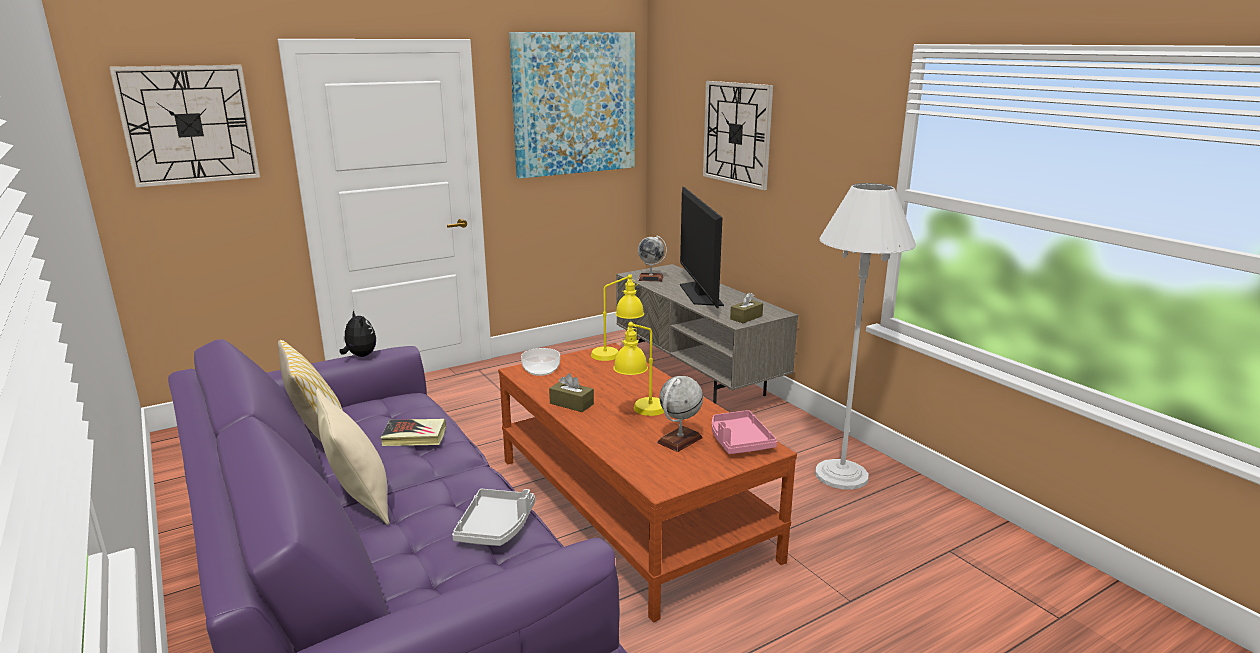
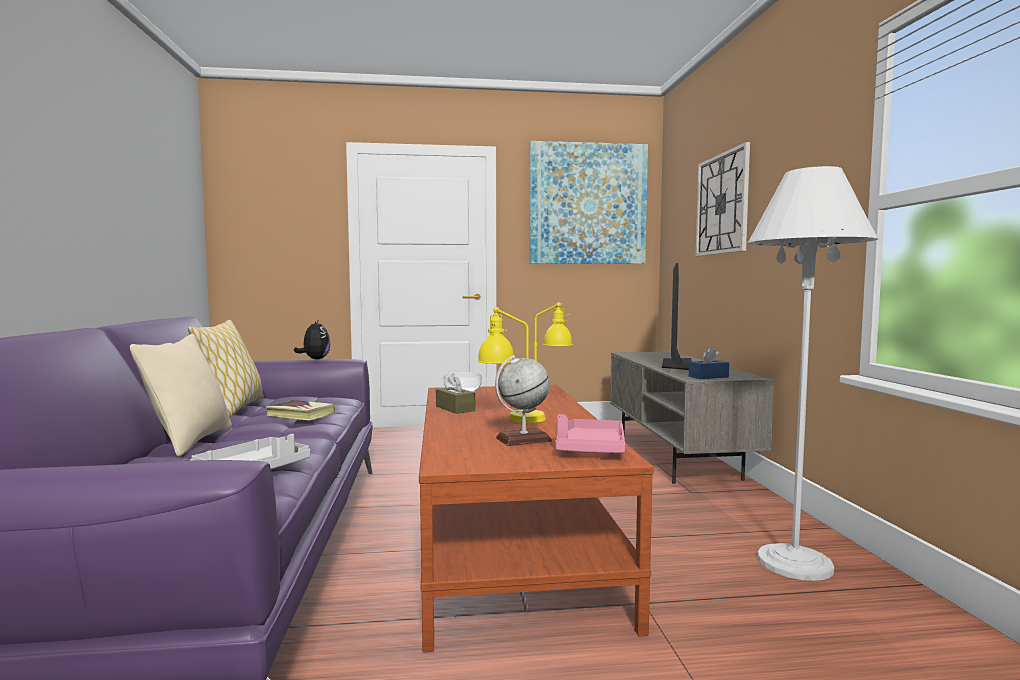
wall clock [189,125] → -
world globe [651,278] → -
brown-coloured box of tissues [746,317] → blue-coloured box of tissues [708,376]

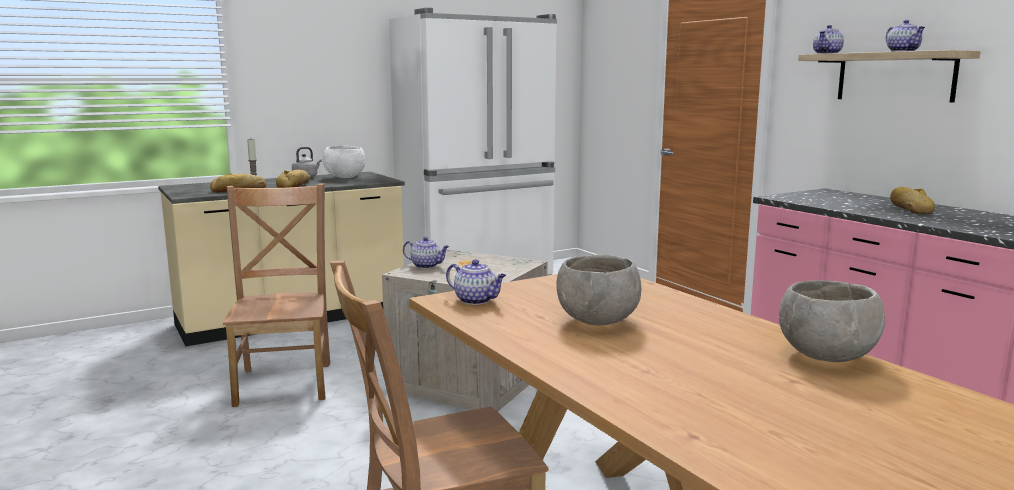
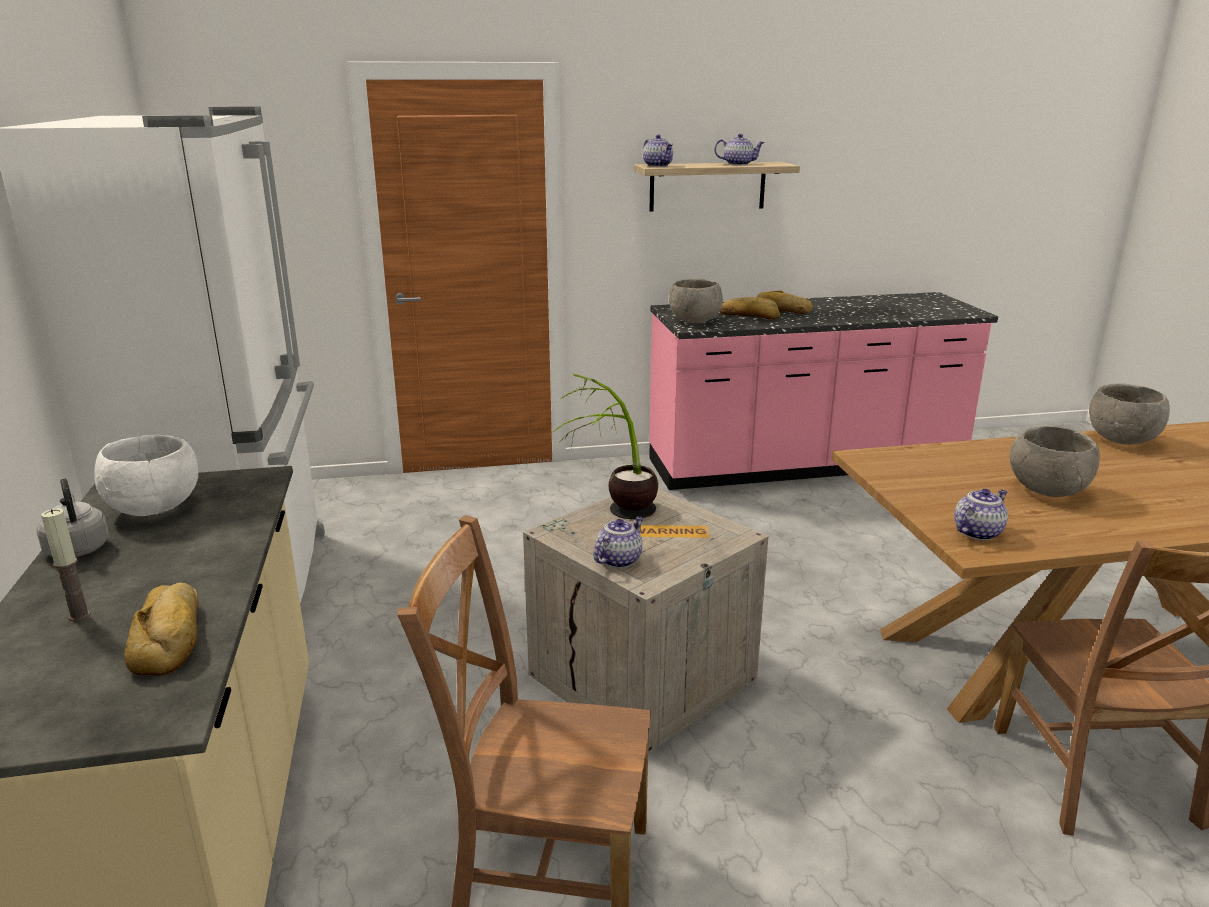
bread [295,185] → bread [749,315], relocated
- → plant in a pot [614,518]
- → greyish deep dish [695,321]

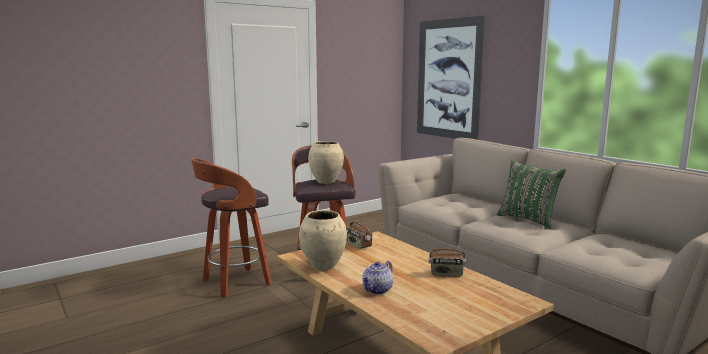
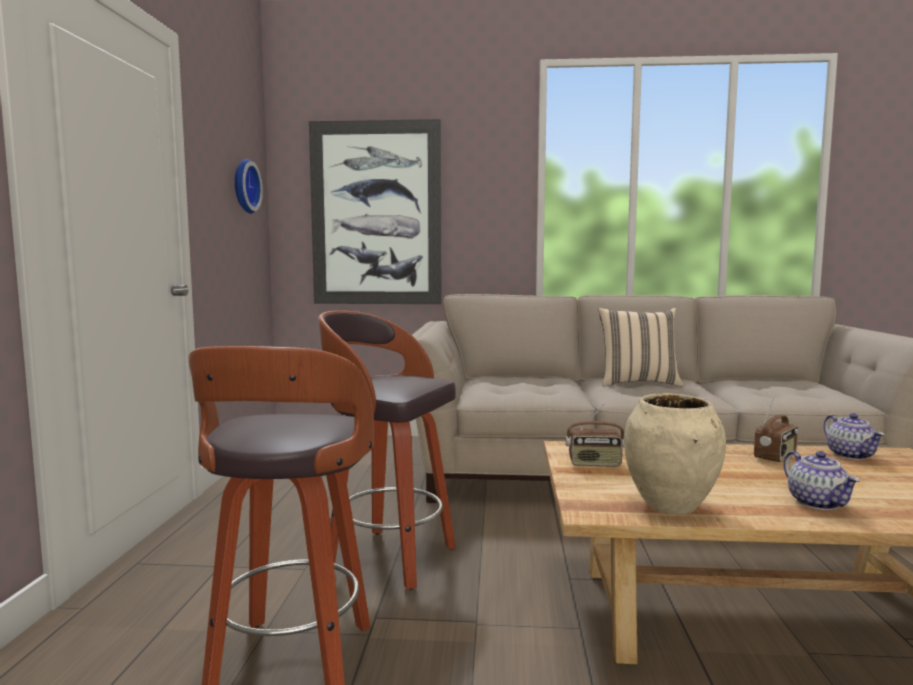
beige vase [325,182] → -
green-coloured cushion [528,219] → beige cushion [637,383]
- → wall clock [243,186]
- → tea pot [851,455]

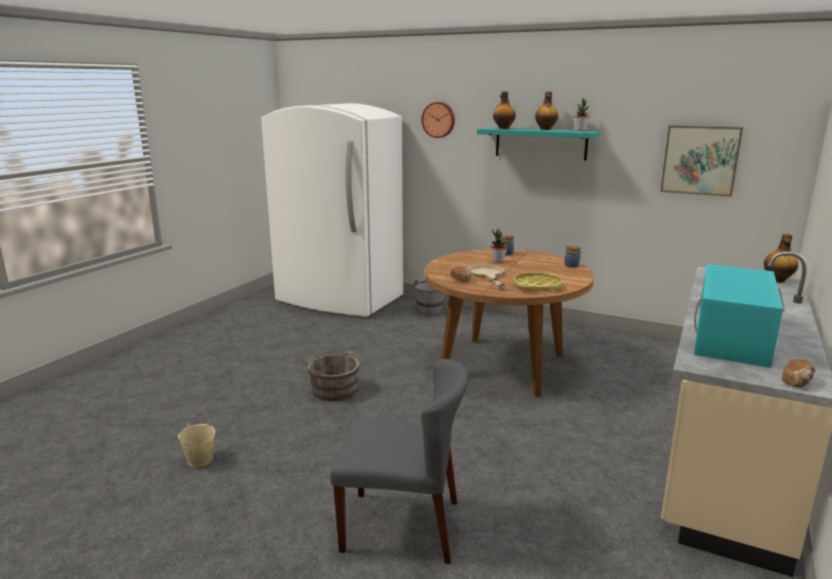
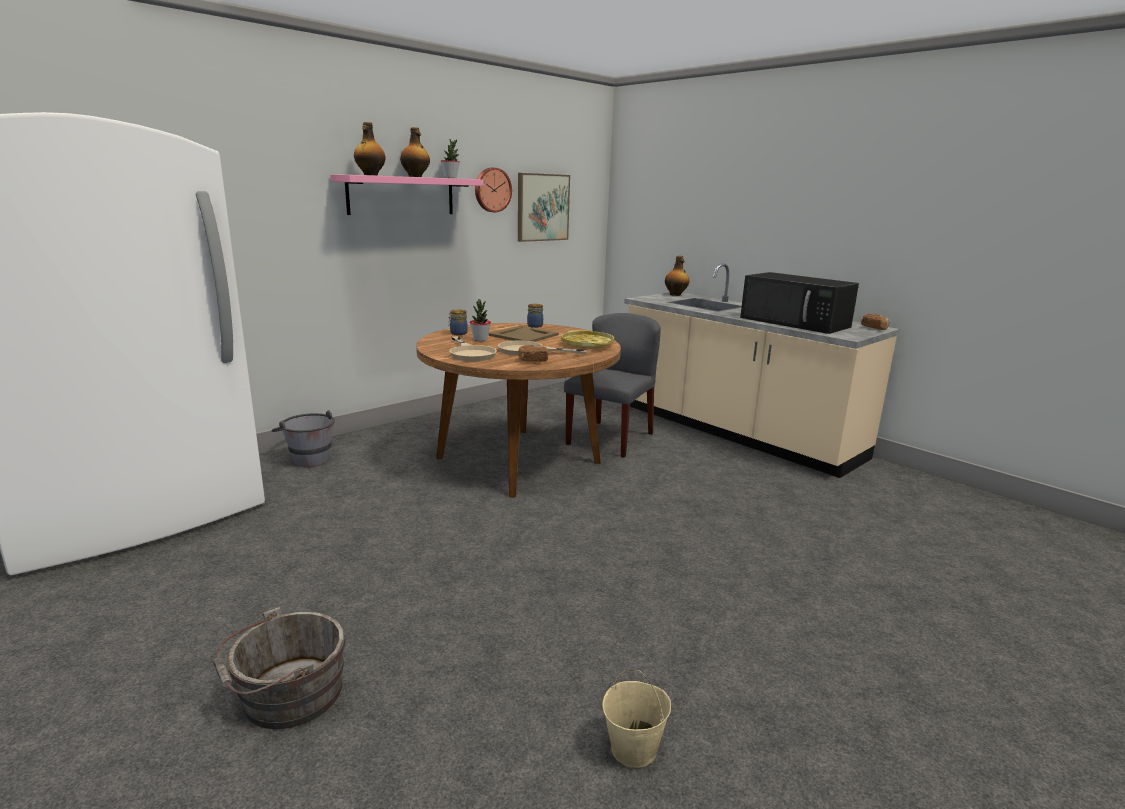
greyish bucket [332,389] → greyish bucket [287,696], relocated
greyish chair [402,526] → greyish chair [610,438], relocated
wall clock [438,120] → wall clock [492,190], relocated
turquoise shelf [540,143] → pink shelf [401,195]
turquoise microwave [731,338] → blackish microwave [796,322]
- → beige frying pan [470,353]
- → beige serving tray [524,335]

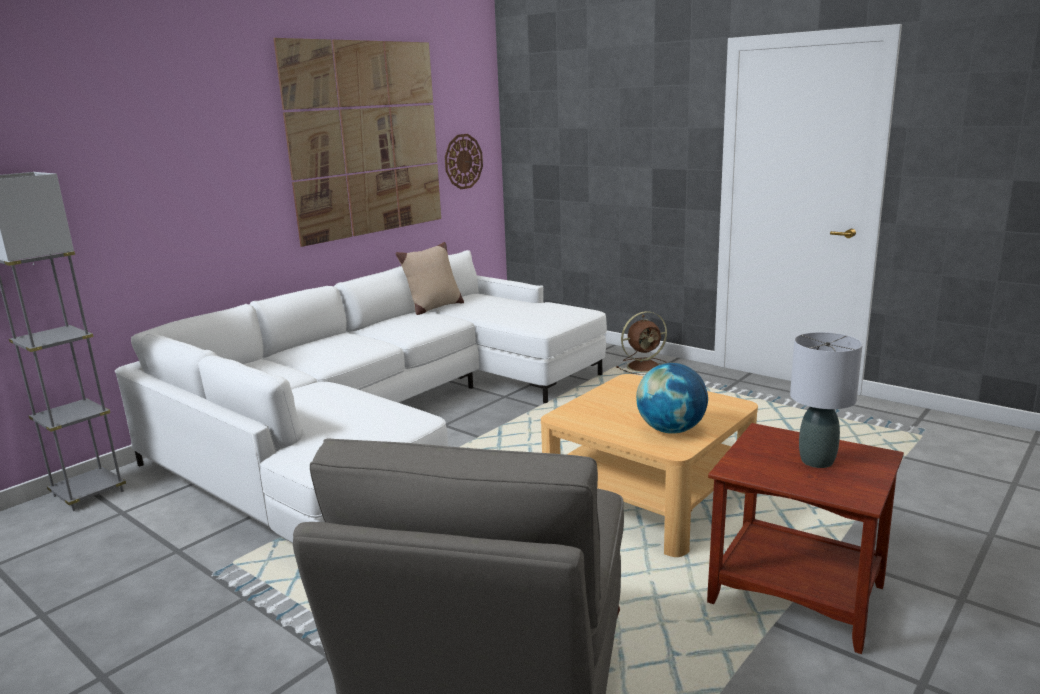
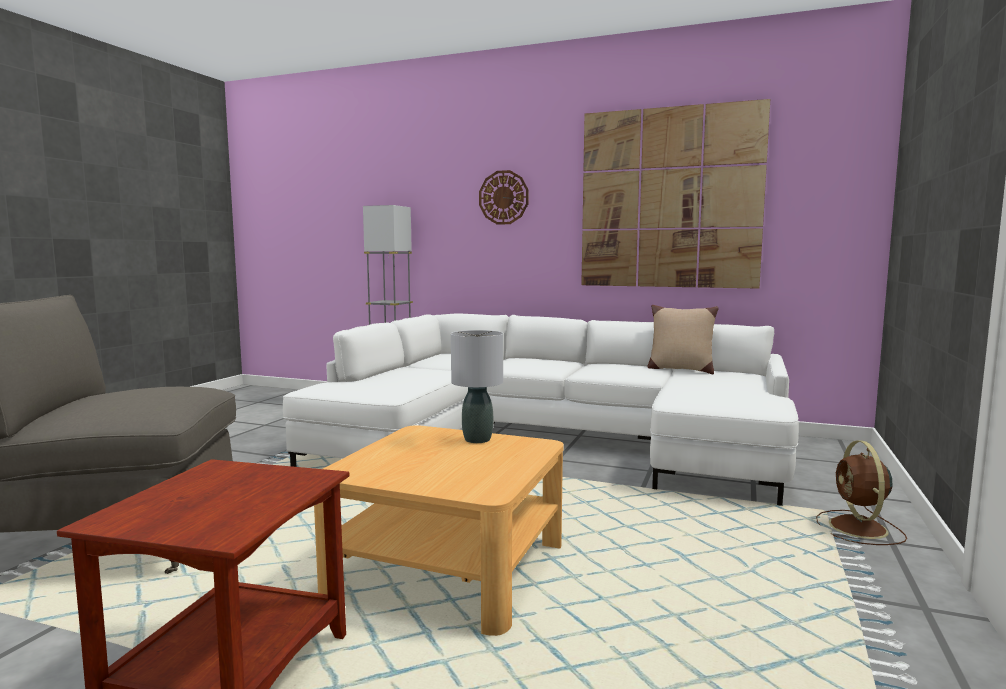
wall clock [463,161] → wall clock [503,197], relocated
brown-coloured cooling fan [645,366] → brown-coloured cooling fan [859,528], 45 degrees clockwise
world globe [671,430] → -
greyish table lamp [816,461] → greyish table lamp [477,439], relocated

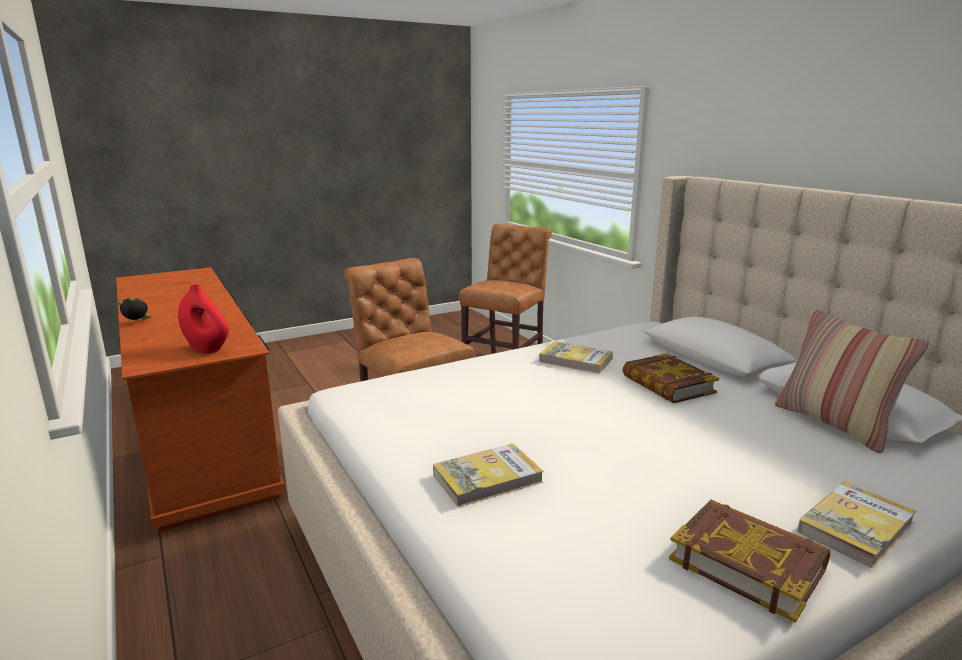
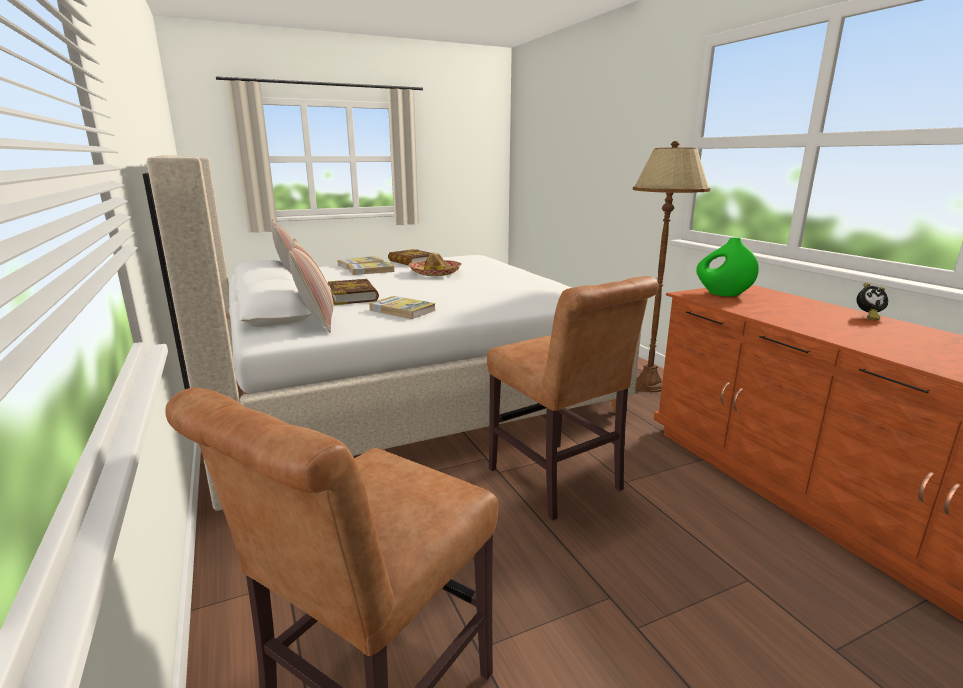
red-coloured vase [207,349] → green-coloured vase [722,294]
book [487,478] → book [371,270], relocated
- → cushion [316,322]
- → hat [435,273]
- → brown-coloured standard lamp [648,385]

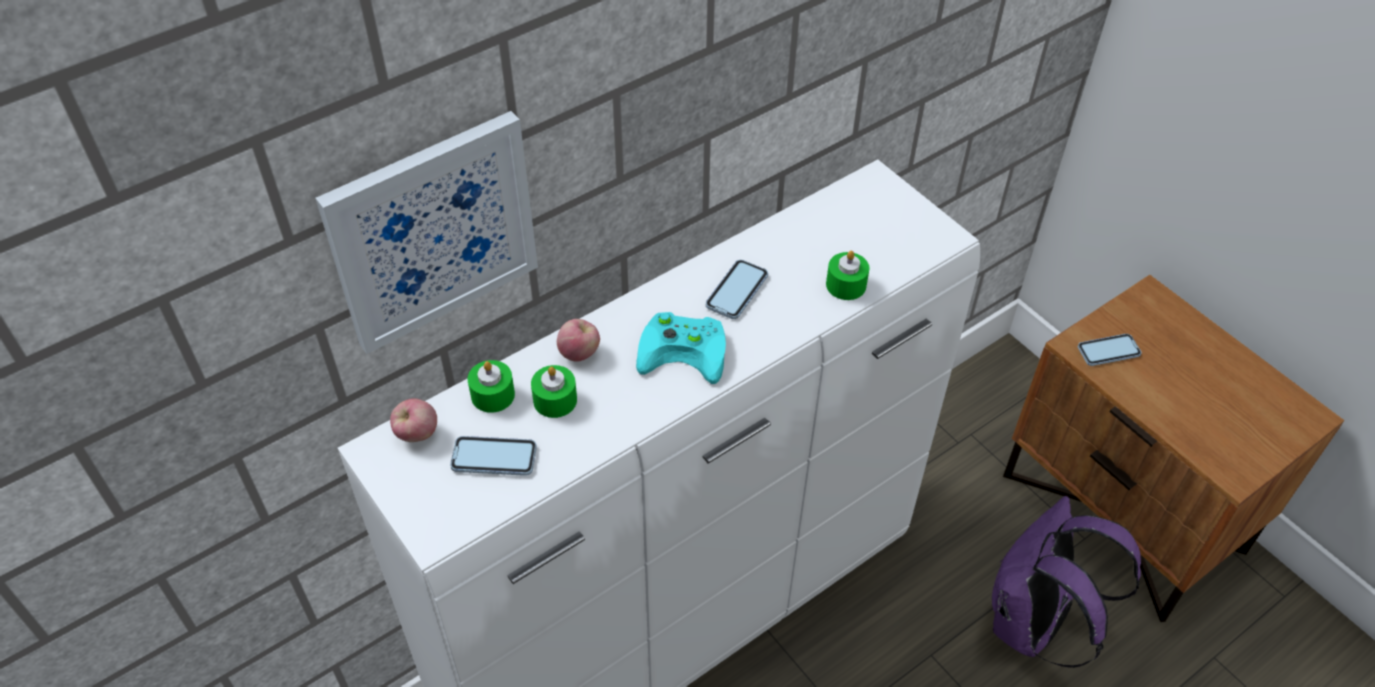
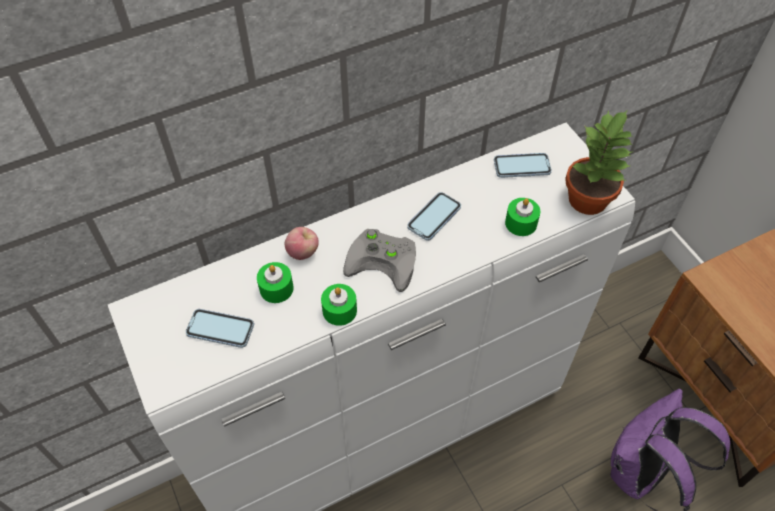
picture [433,231] → -
apple [417,434] → -
green-coloured candle [493,395] → green-coloured candle [339,310], relocated
turquoise game controller [686,350] → greyish game controller [385,261]
telephone [1108,351] → telephone [522,167], relocated
- → plant in a pot [589,200]

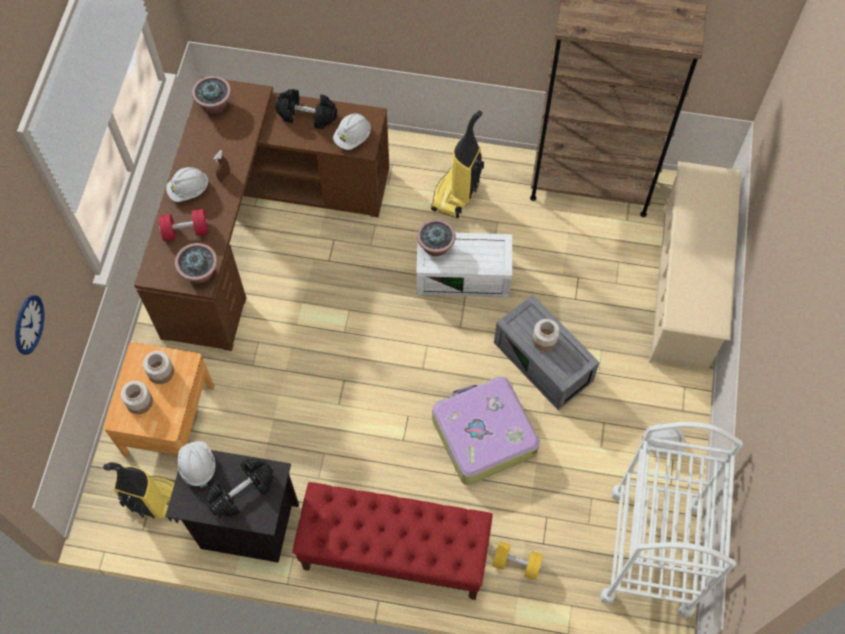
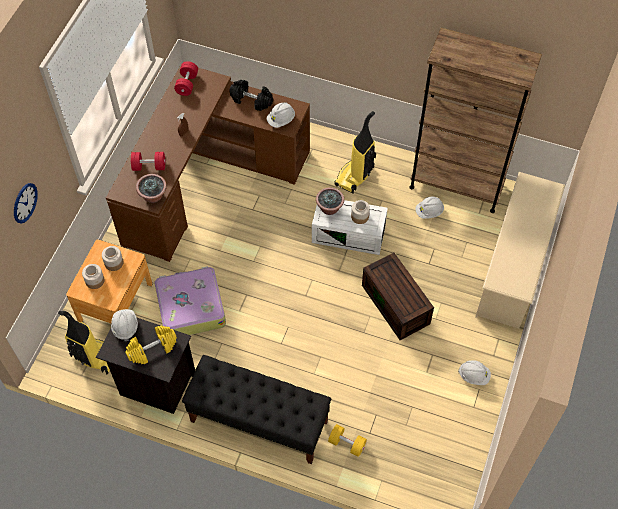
white-coloured hard hat [189,190] → white-coloured hard hat [429,212], relocated
plant in a pot [215,105] → red-coloured free weight [187,84]
blackish free weight [241,492] → yellowish free weight [152,349]
red-coloured indoor bench [394,553] → blackish indoor bench [258,421]
travel case [482,435] → travel case [190,307], relocated
greyish storage box [545,362] → brown-coloured storage box [397,305]
preserve jar [544,339] → preserve jar [359,216], relocated
white-coloured trolley [651,551] → -

